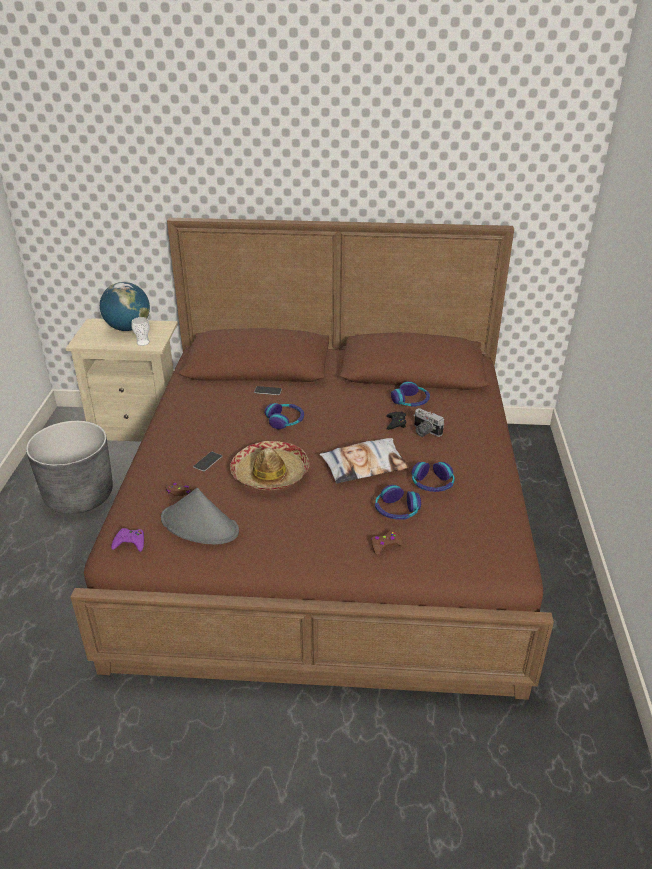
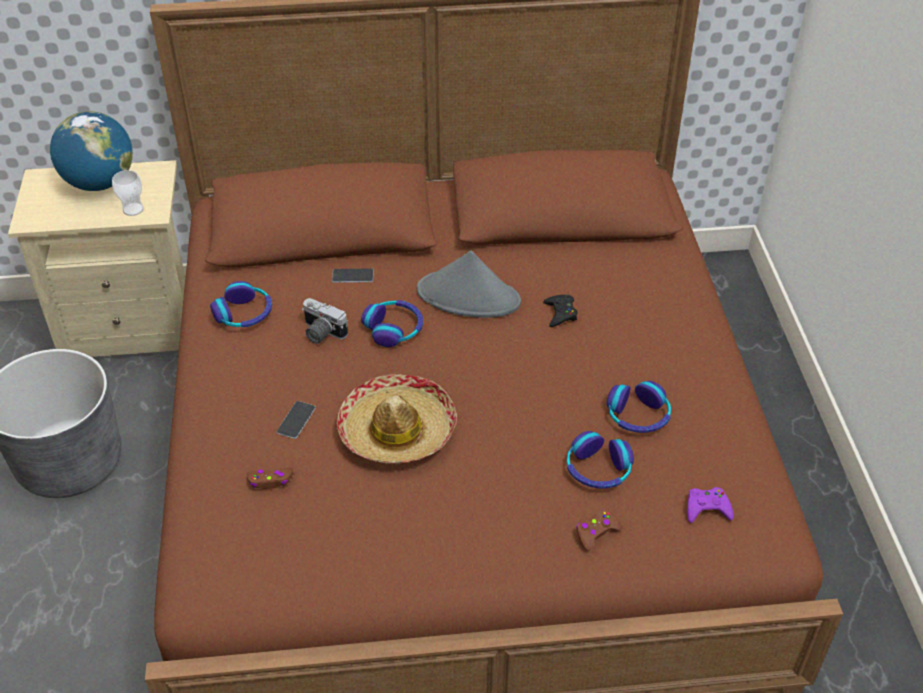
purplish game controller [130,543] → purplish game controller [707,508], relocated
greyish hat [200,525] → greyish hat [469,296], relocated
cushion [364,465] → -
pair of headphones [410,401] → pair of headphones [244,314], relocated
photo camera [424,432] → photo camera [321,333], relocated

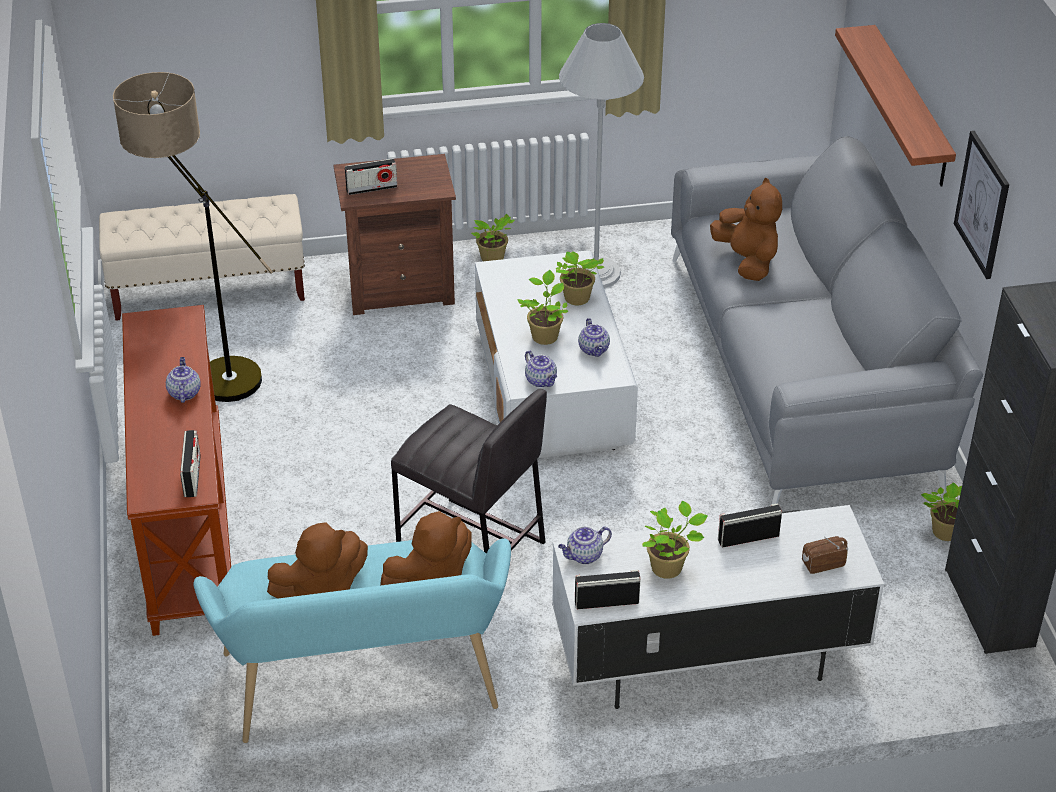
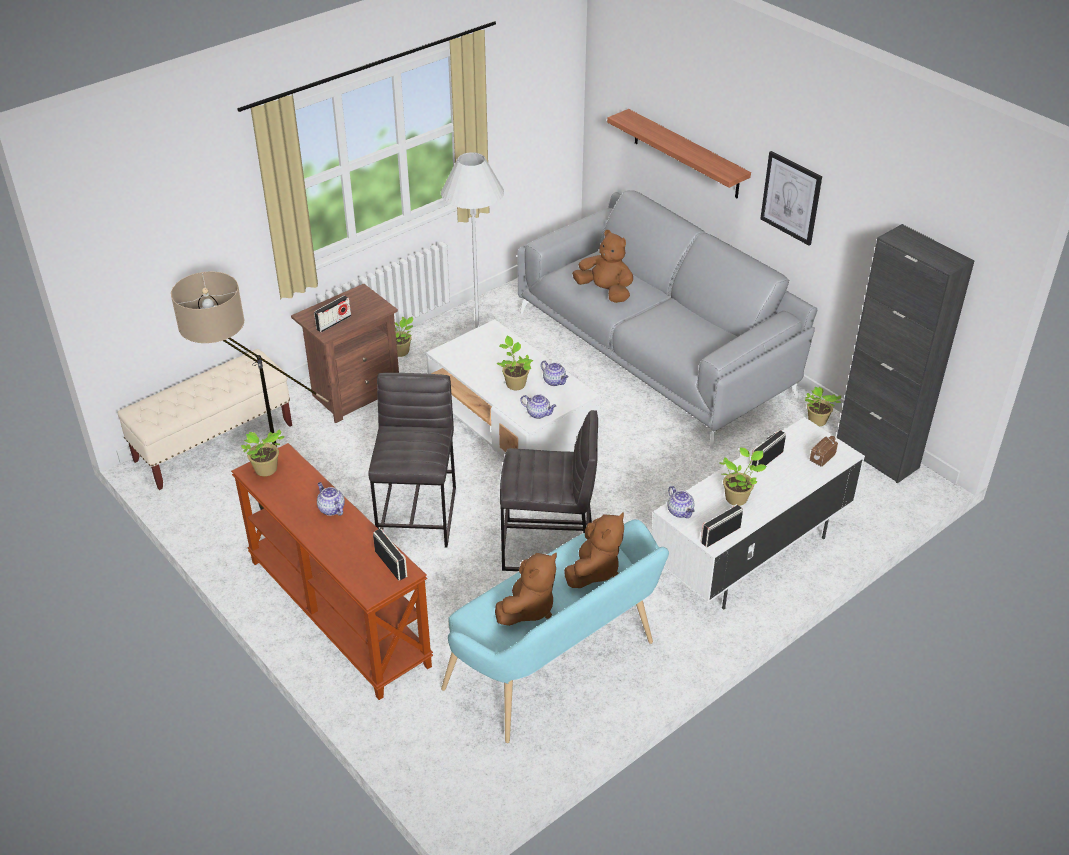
plant in a pot [576,299] → plant in a pot [266,470], relocated
tea pot [584,556] → tea pot [680,512], 60 degrees counterclockwise
- → greyish sitting stool [418,515]

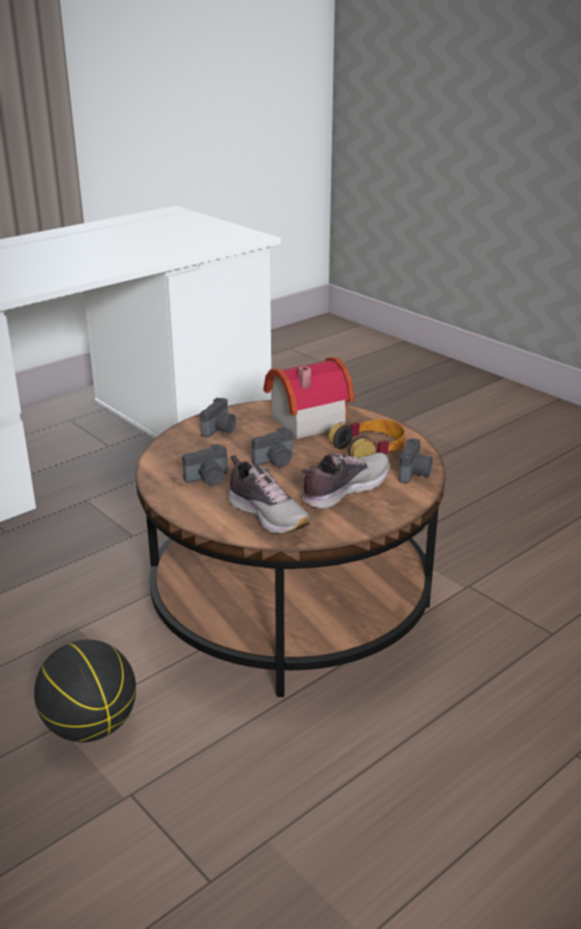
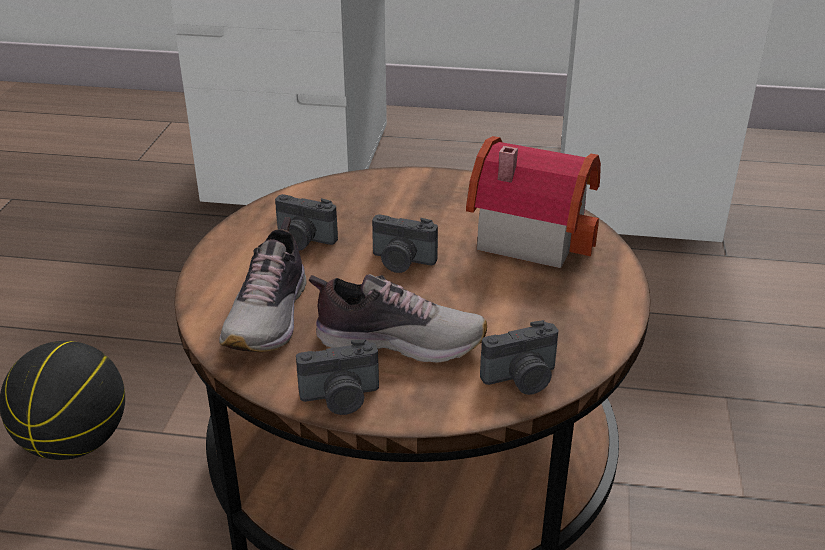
photo camera [220,430] → photo camera [341,398], relocated
pair of headphones [369,448] → -

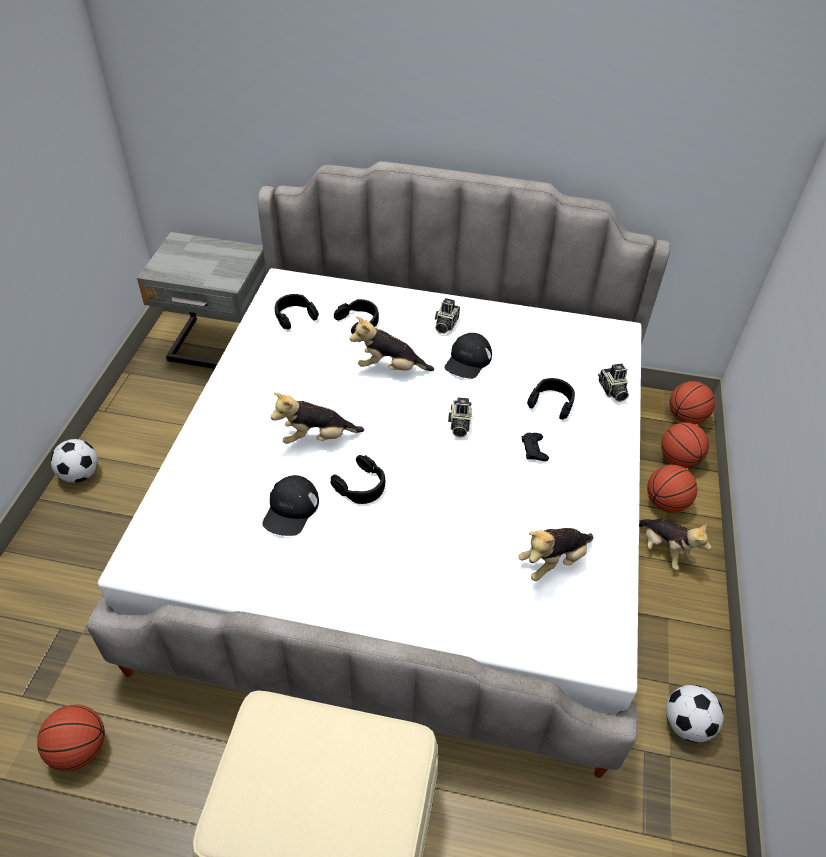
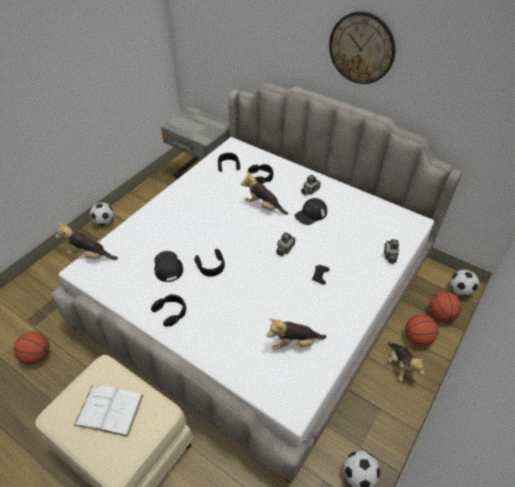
blackish peaked cap [291,509] → blackish peaked cap [168,267], 120 degrees clockwise
soft toy [317,438] → soft toy [90,255], relocated
blackish pair of headphones [552,402] → blackish pair of headphones [171,312], relocated
basketball [686,417] → football ball [460,291]
- → white-coloured book [109,409]
- → wall clock [361,48]

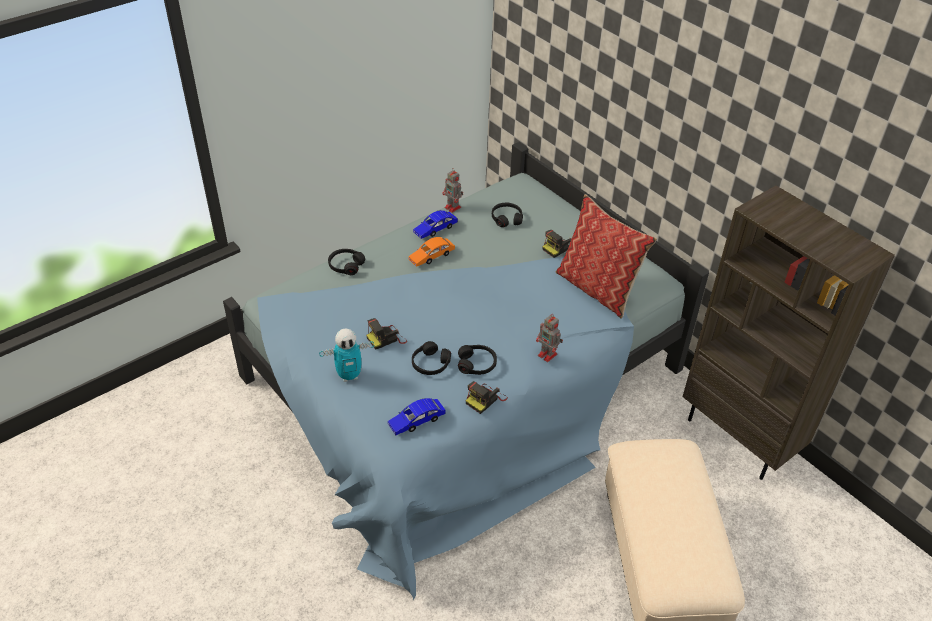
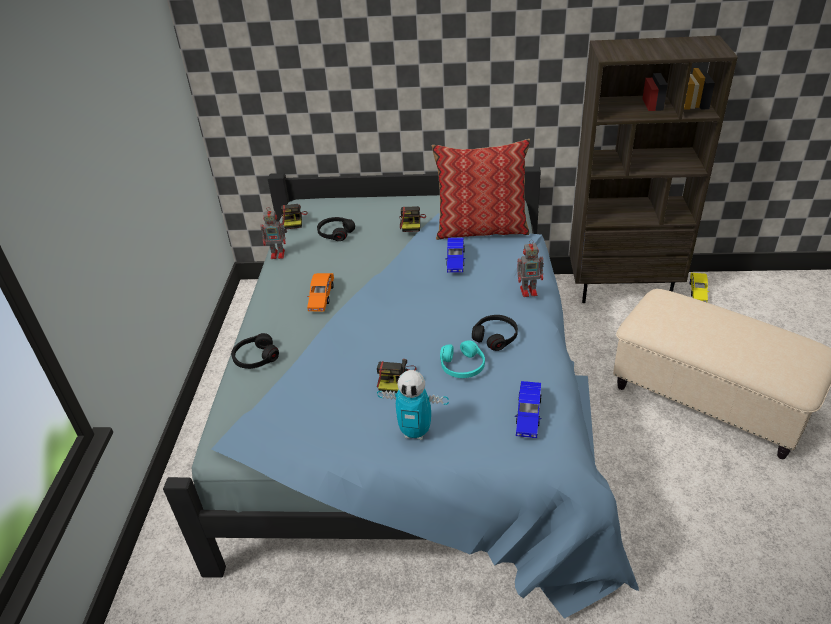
model robot [349,375] → model robot [415,432], 75 degrees clockwise
blackish pair of headphones [430,364] → turquoise pair of headphones [462,366]
blue-coloured model car [435,229] → blue-coloured model car [455,260], relocated
photo camera [485,399] → photo camera [294,220], relocated
- → yellowish model car [697,291]

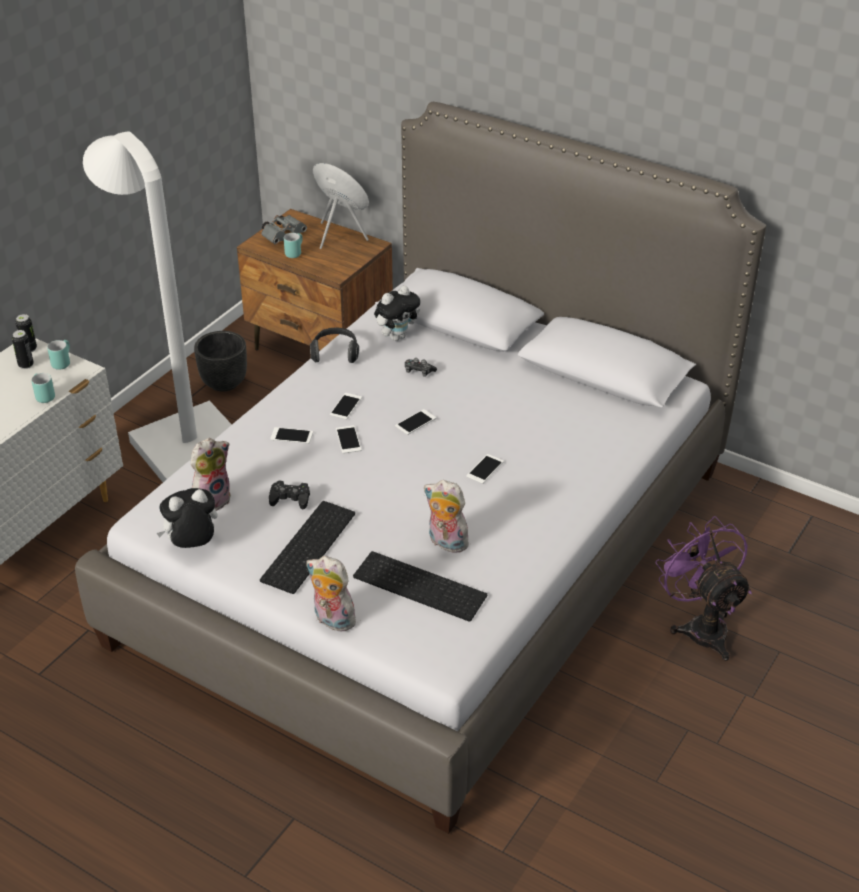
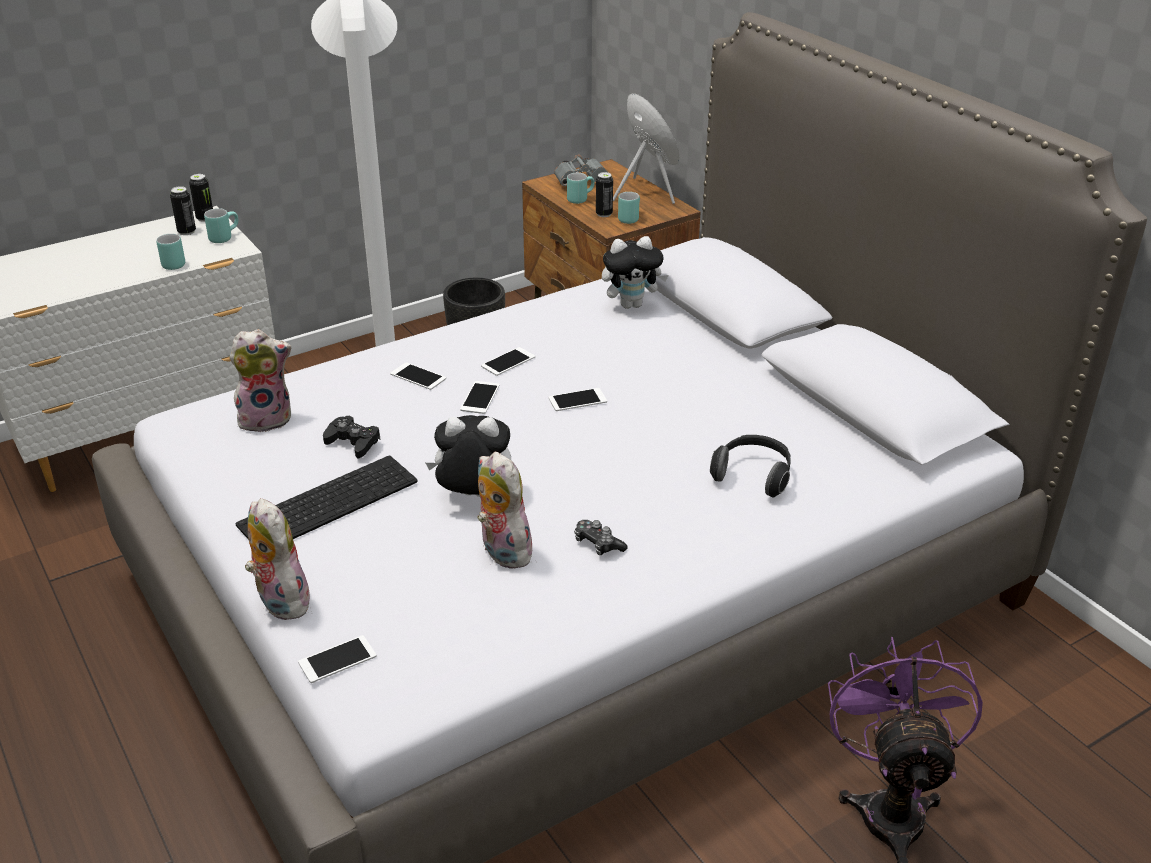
soft toy [192,546] → soft toy [472,496], relocated
pair of headphones [335,353] → pair of headphones [753,476], relocated
PC keyboard [422,585] → -
game controller [419,371] → game controller [598,544], relocated
telephone [485,469] → telephone [337,659], relocated
- → metal can [604,214]
- → turquoise tea mug [629,218]

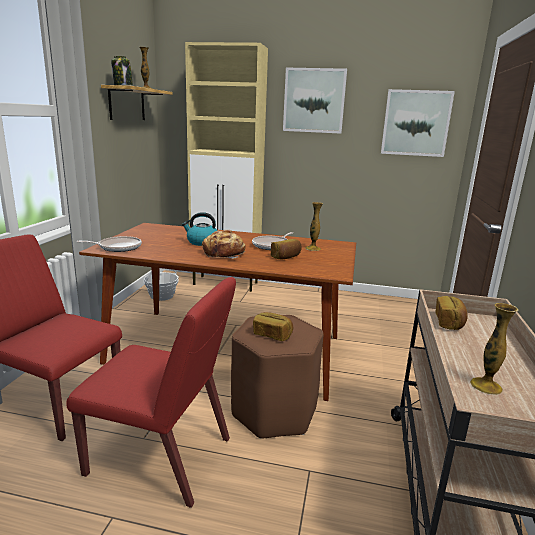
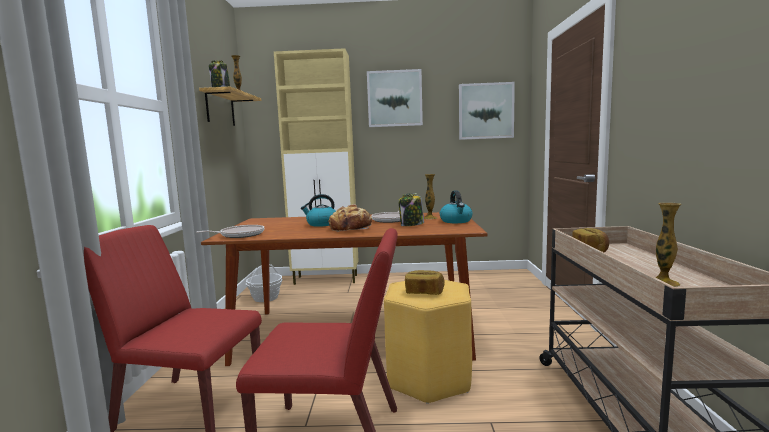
brown-coloured sitting stool [273,411] → yellowish sitting stool [428,378]
bread [286,257] → preserve jar [411,225]
- → tea kettle [456,221]

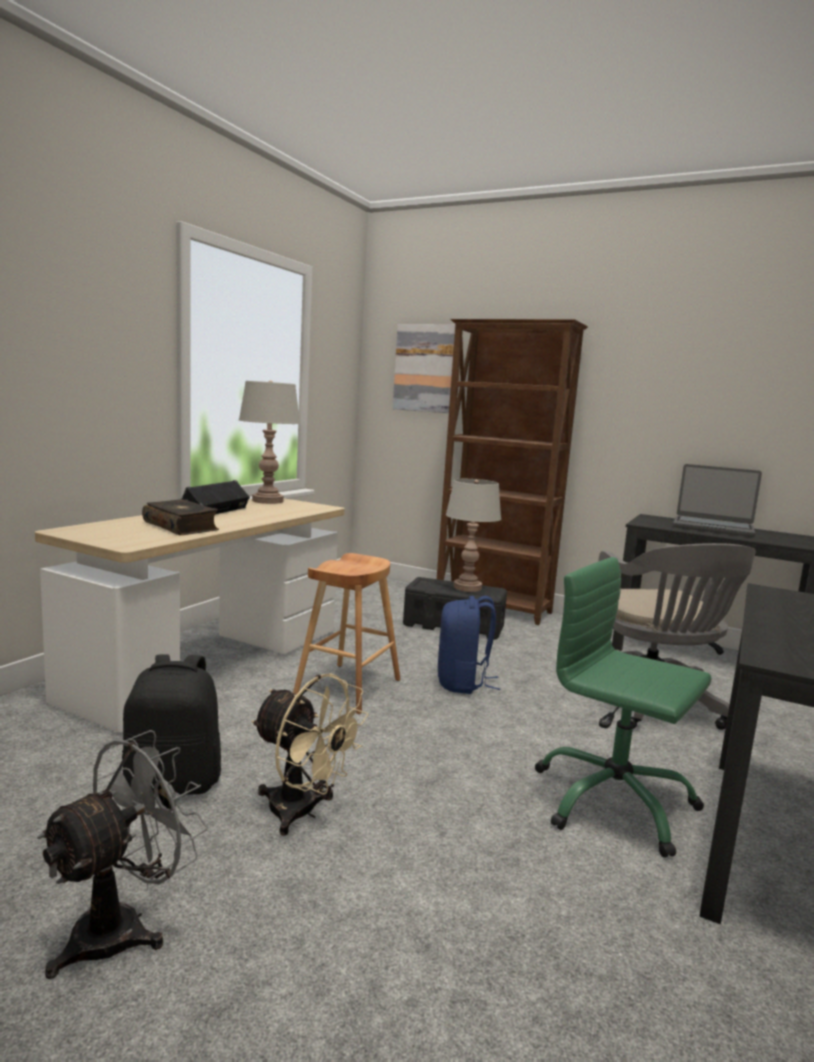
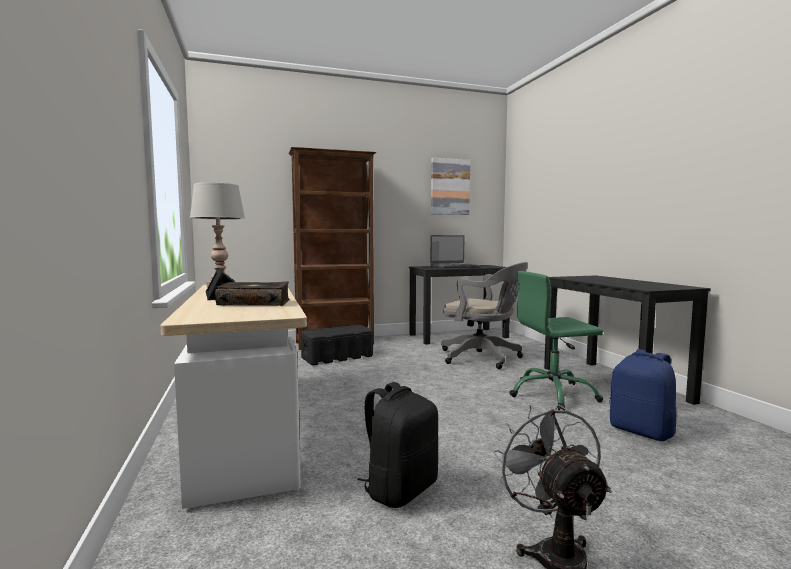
beige cooling fan [303,812] → -
brown-coloured sitting stool [348,687] → -
picture [424,368] → picture [450,187], relocated
blue-coloured backpack [463,683] → blue-coloured backpack [642,431], relocated
greyish table lamp [467,587] → -

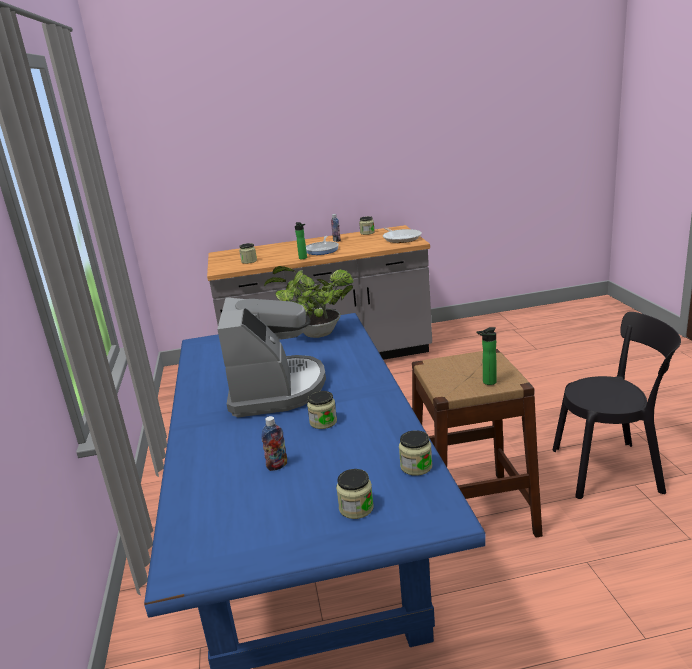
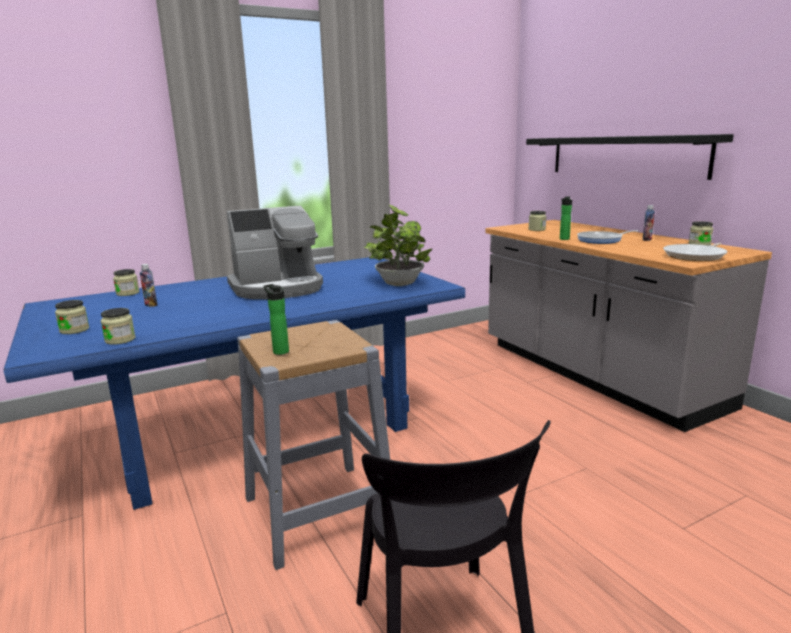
preserve jar [323,422] → preserve jar [128,293], relocated
brown-coloured sitting stool [473,511] → greyish sitting stool [318,511]
- → blackish shelf [624,156]

